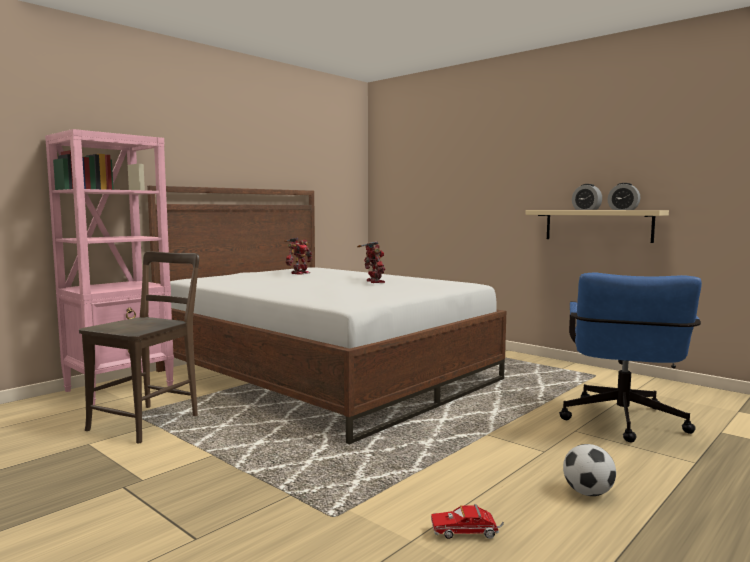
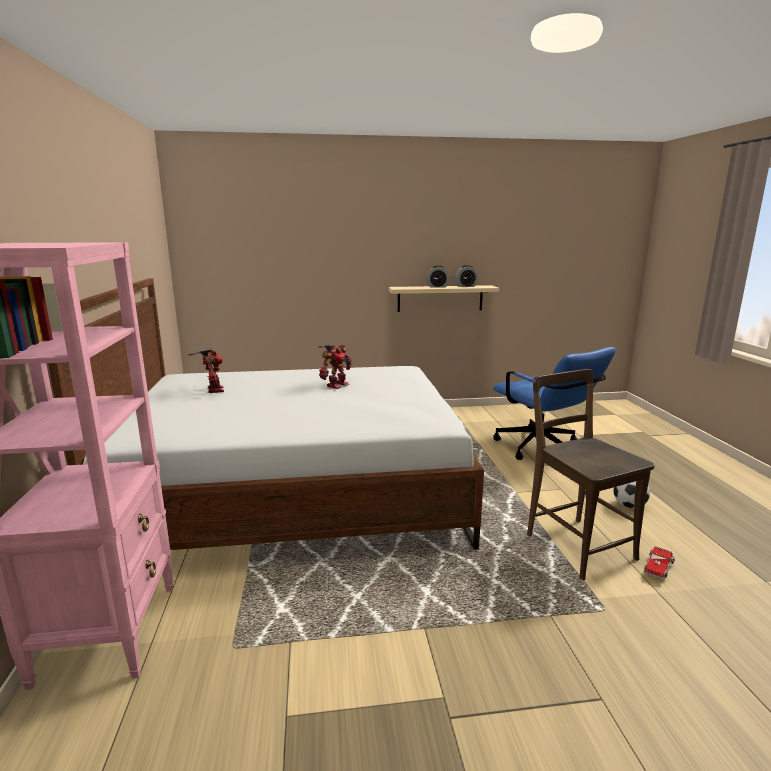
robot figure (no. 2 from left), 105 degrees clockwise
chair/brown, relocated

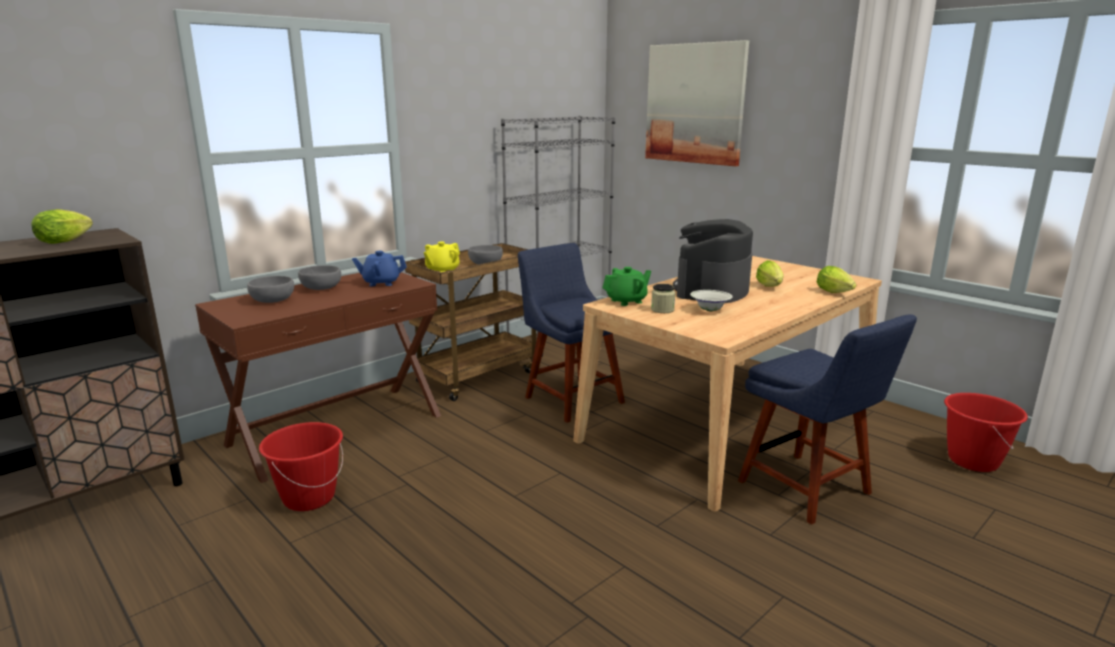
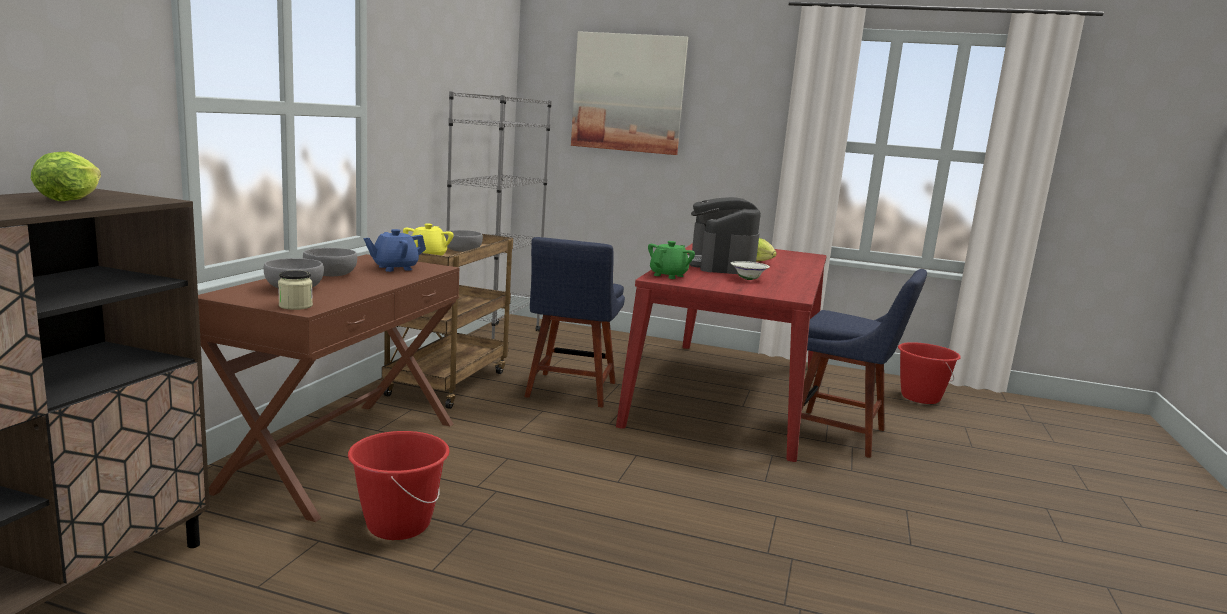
chair/blue-coloured (no. 1 from left), 105 degrees counterclockwise
dinner table/sand-coloured -> dinner table/red-coloured
head of lettuce (no. 3 from left) -> none
preserve jar, relocated

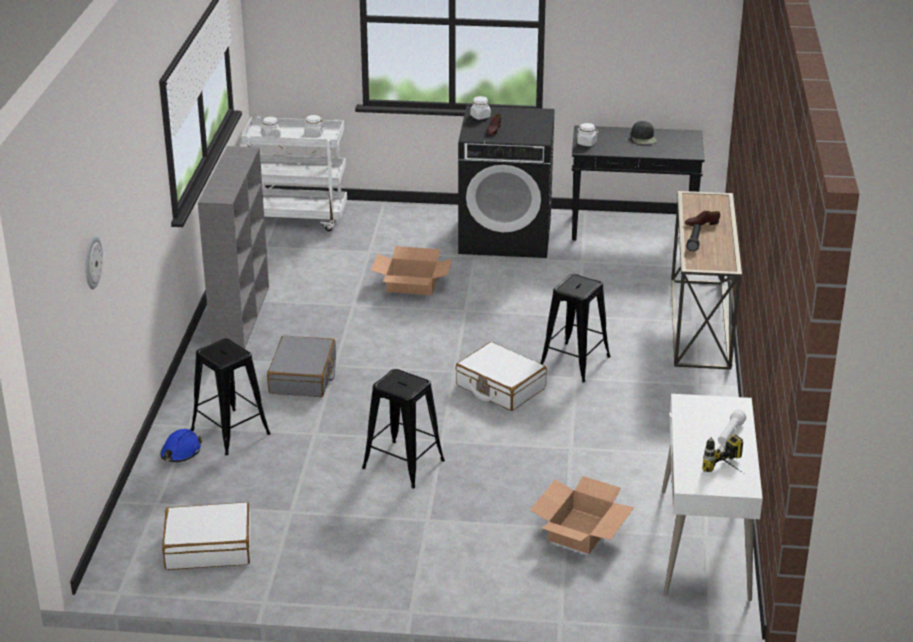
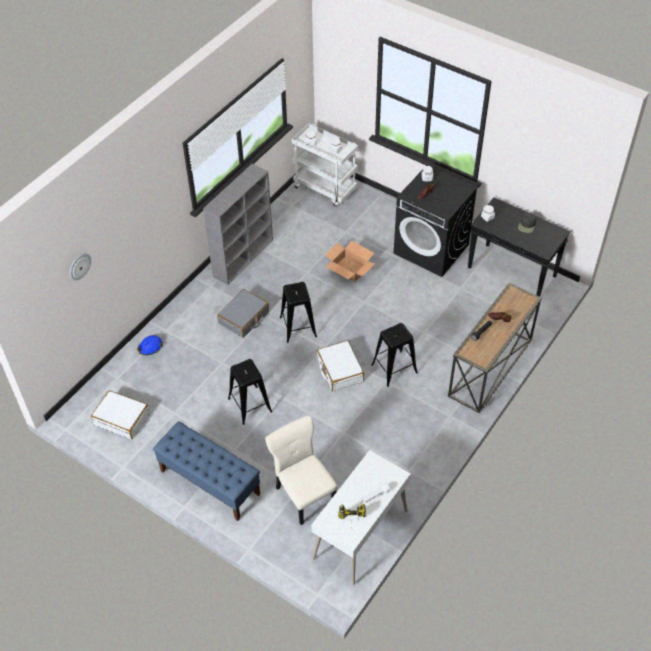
stool seat/black (no. 1 from left in the first image) -> stool seat/black (no. 2 from left), relocated
cardboard box (no. 2 from left) -> chair/sand-coloured
none -> bench/blue-coloured

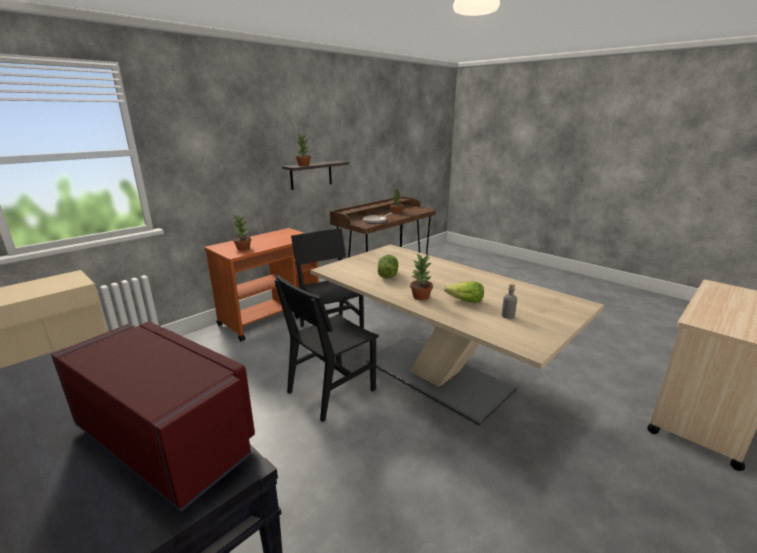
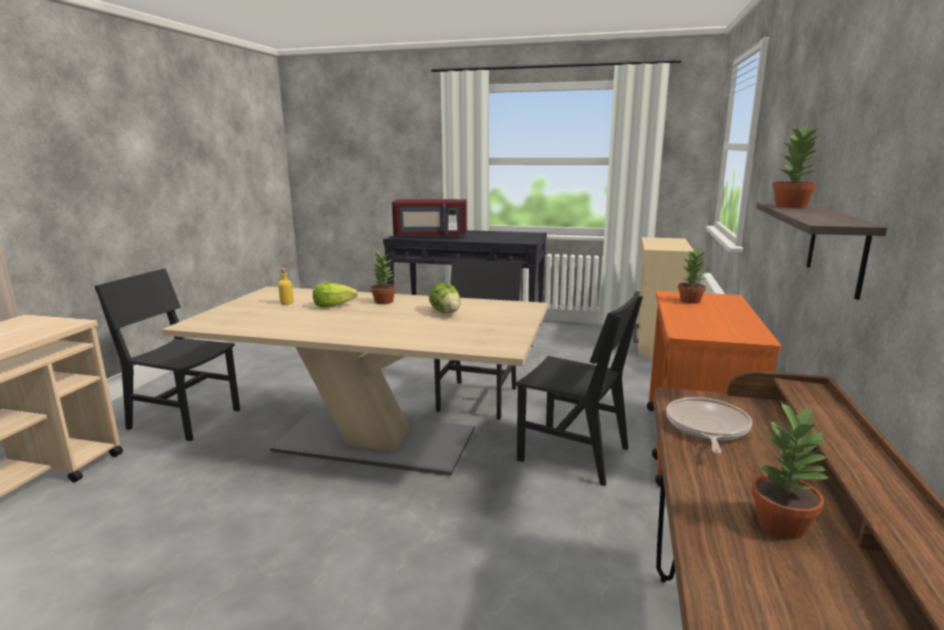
beverage bottle/grey -> beverage bottle/yellow-coloured
none -> chair/black (no. 1 from left)

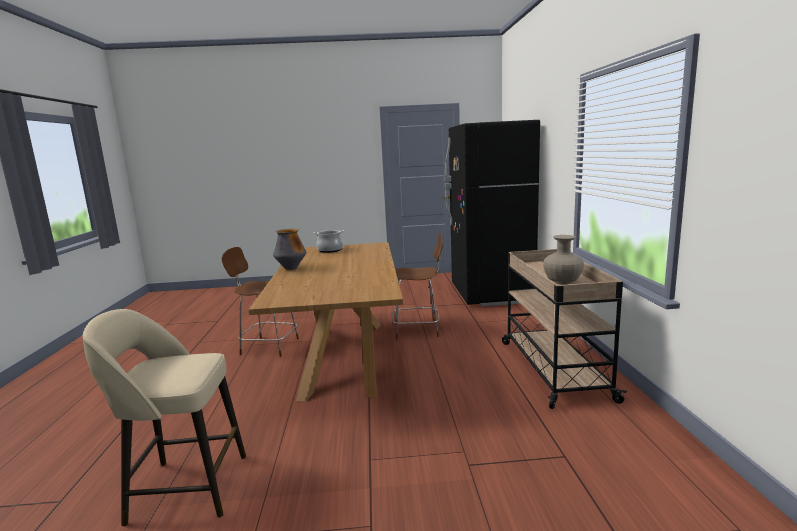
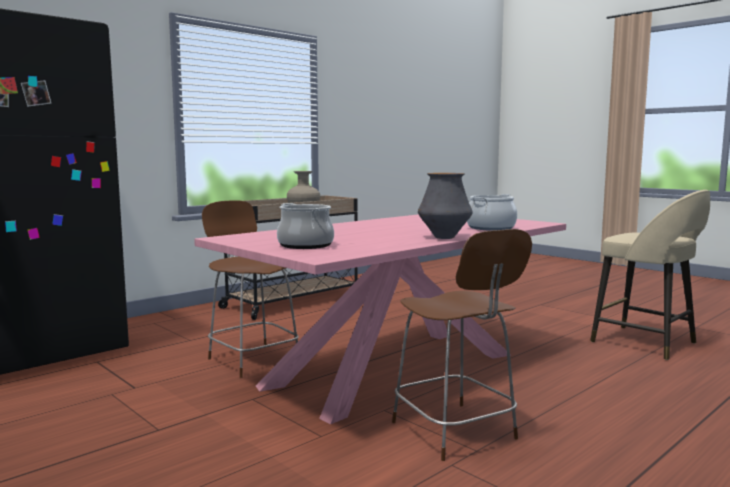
dinner table/brown -> dinner table/pink-coloured
none -> saucepot (no. 2 from left)

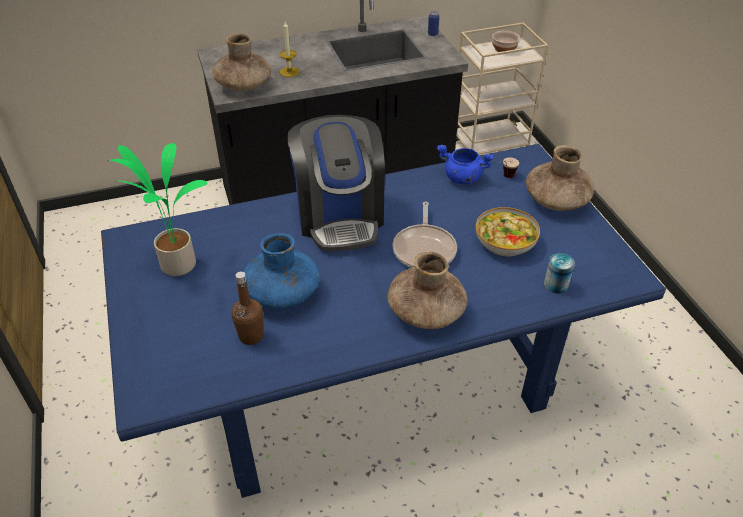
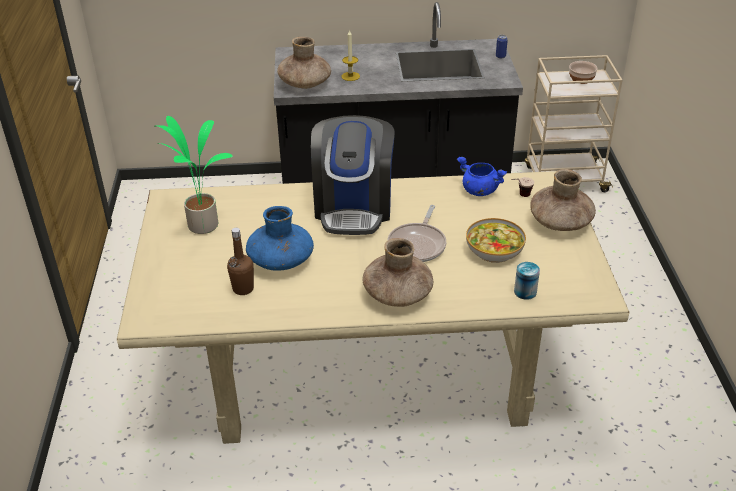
dinner table/blue-coloured -> dinner table/sand-coloured

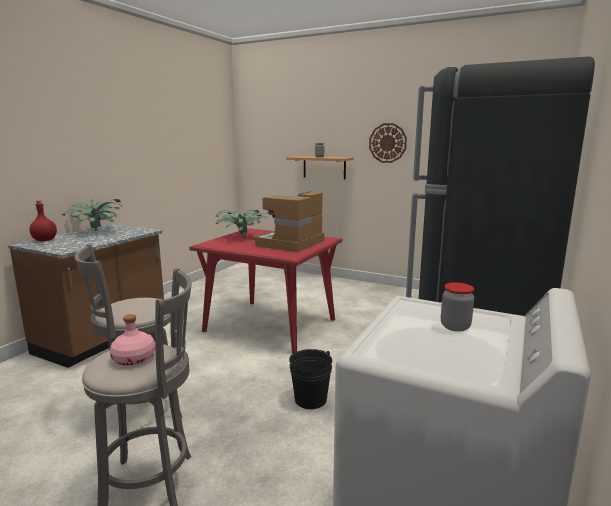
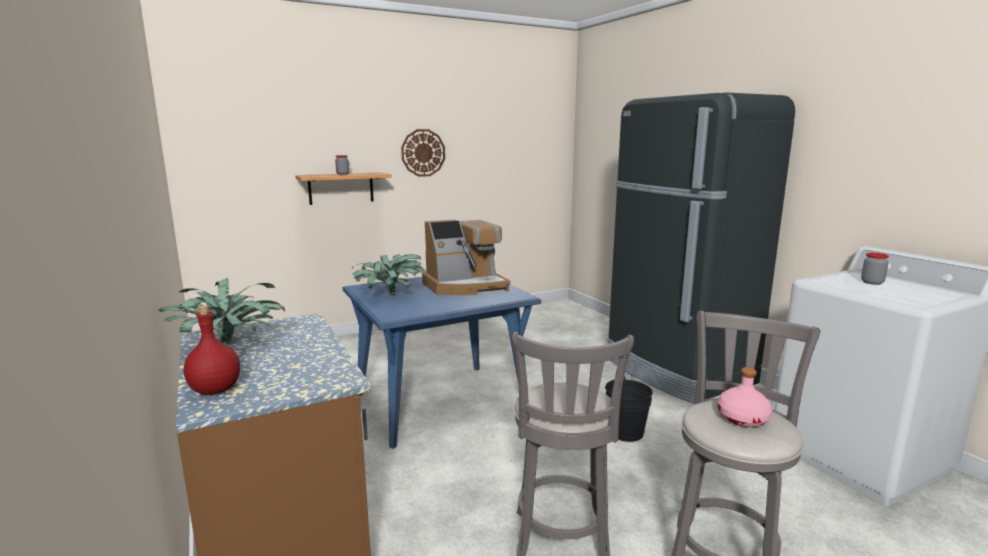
coffee maker, 90 degrees counterclockwise
dinner table/red-coloured -> dinner table/blue-coloured

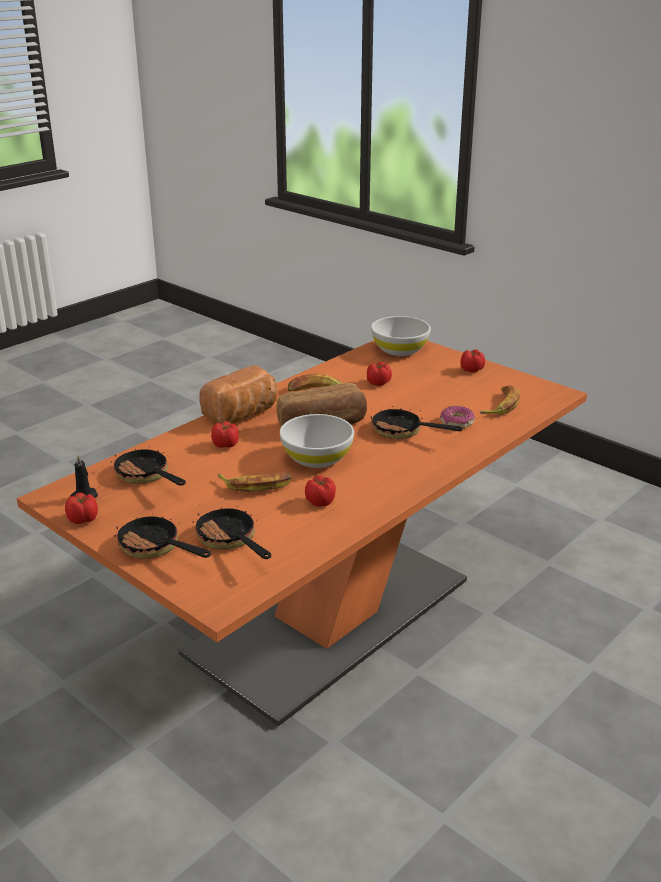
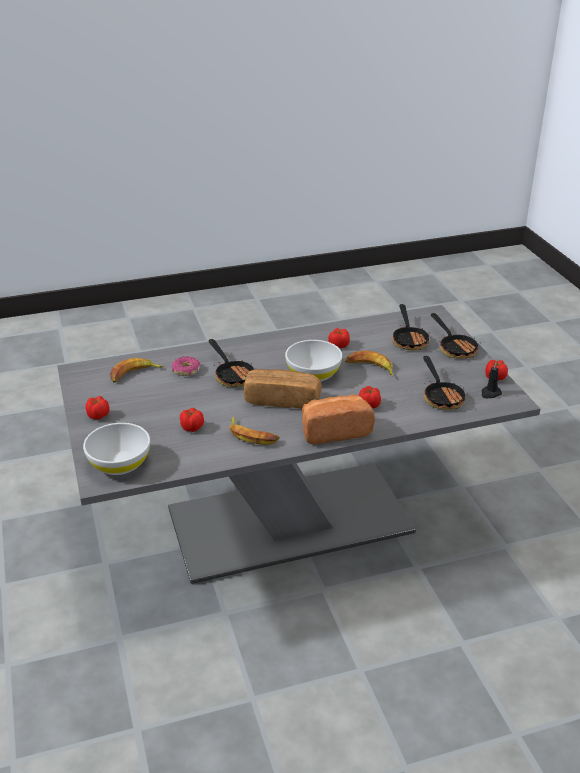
dinner table/orange-coloured -> dinner table/grey

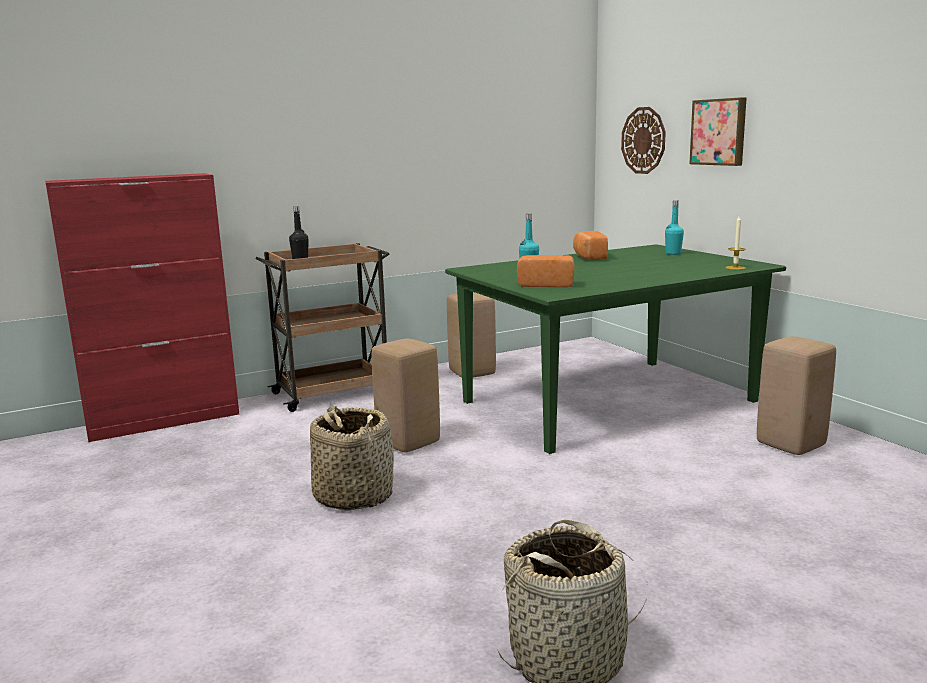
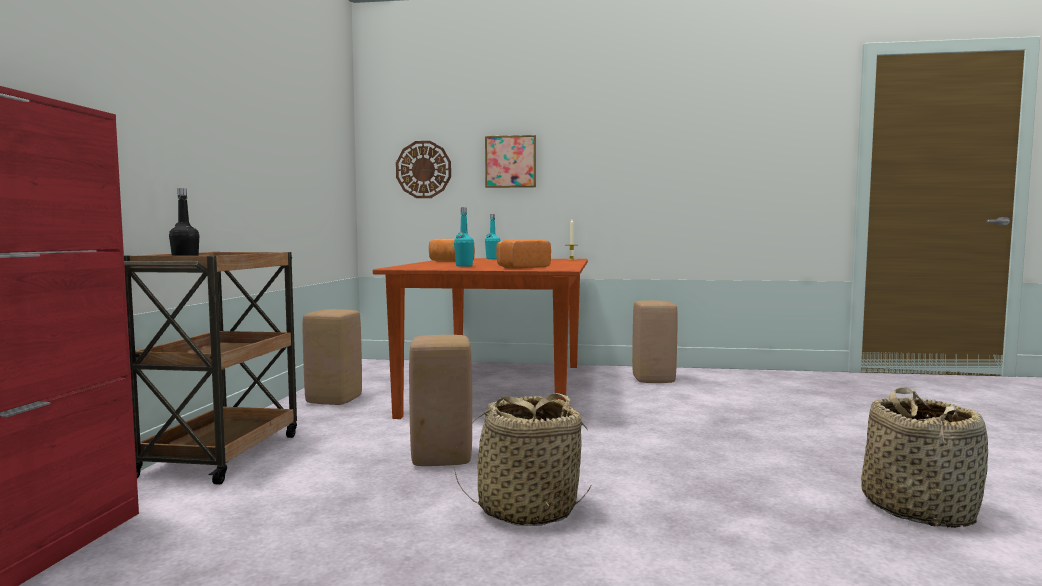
dinner table/greenish -> dinner table/brown

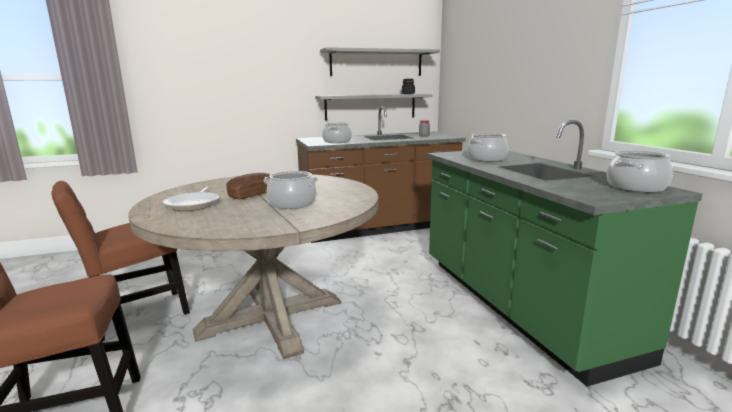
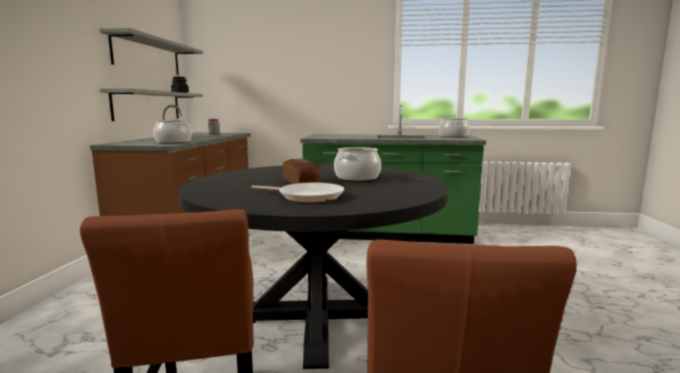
saucepot (no. 3 from left) -> none
dinner table/sand-coloured -> dinner table/black

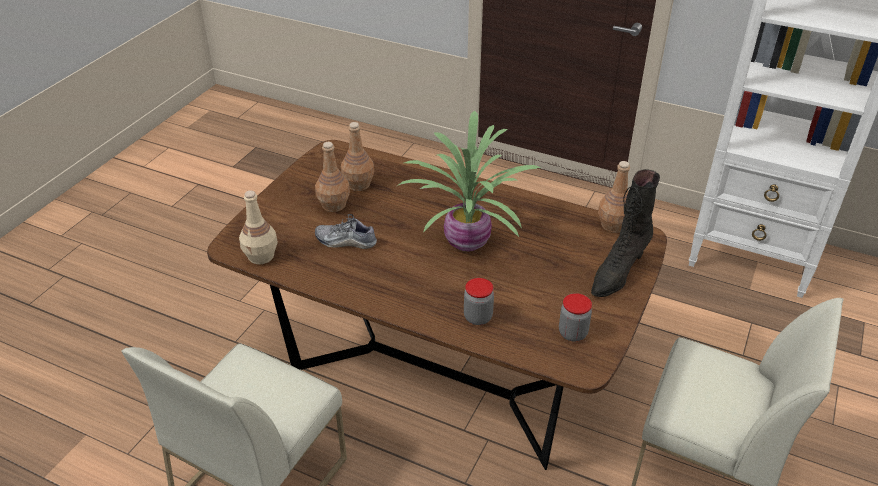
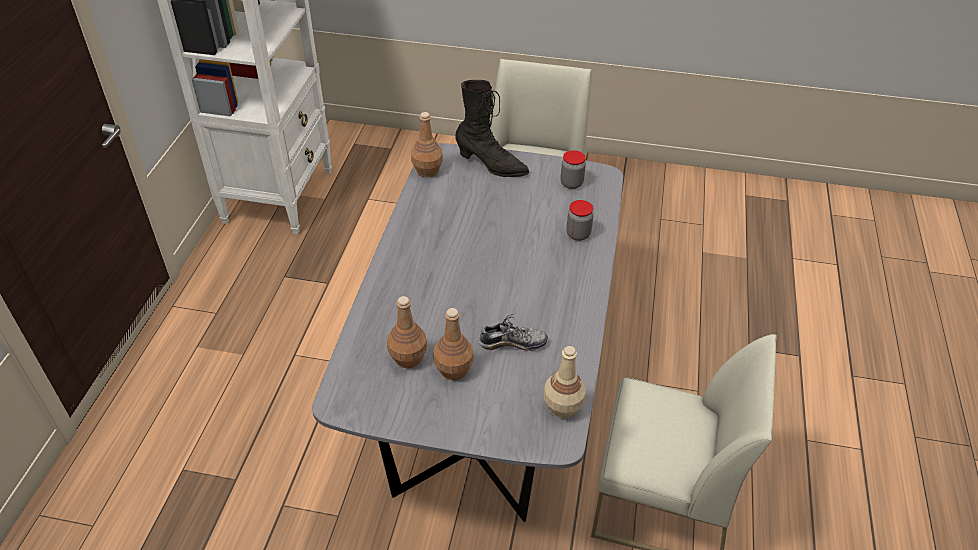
houseplant -> none
dinner table/brown -> dinner table/grey
item of footwear, 90 degrees counterclockwise

